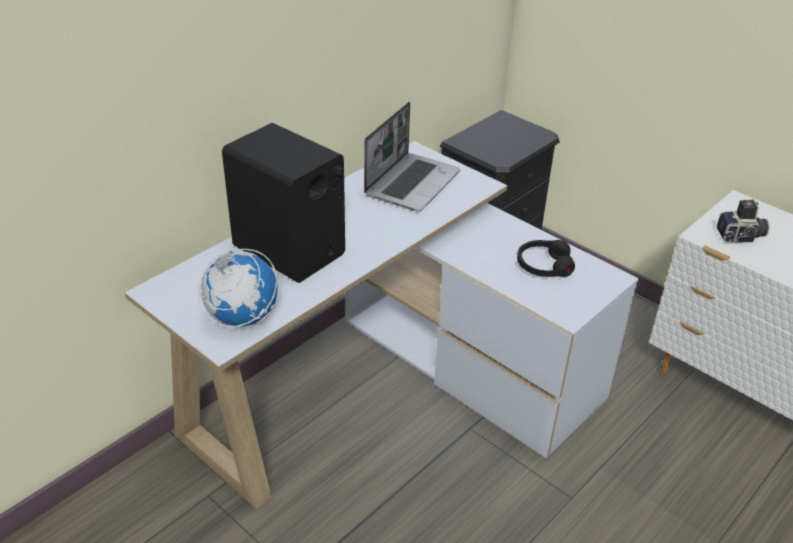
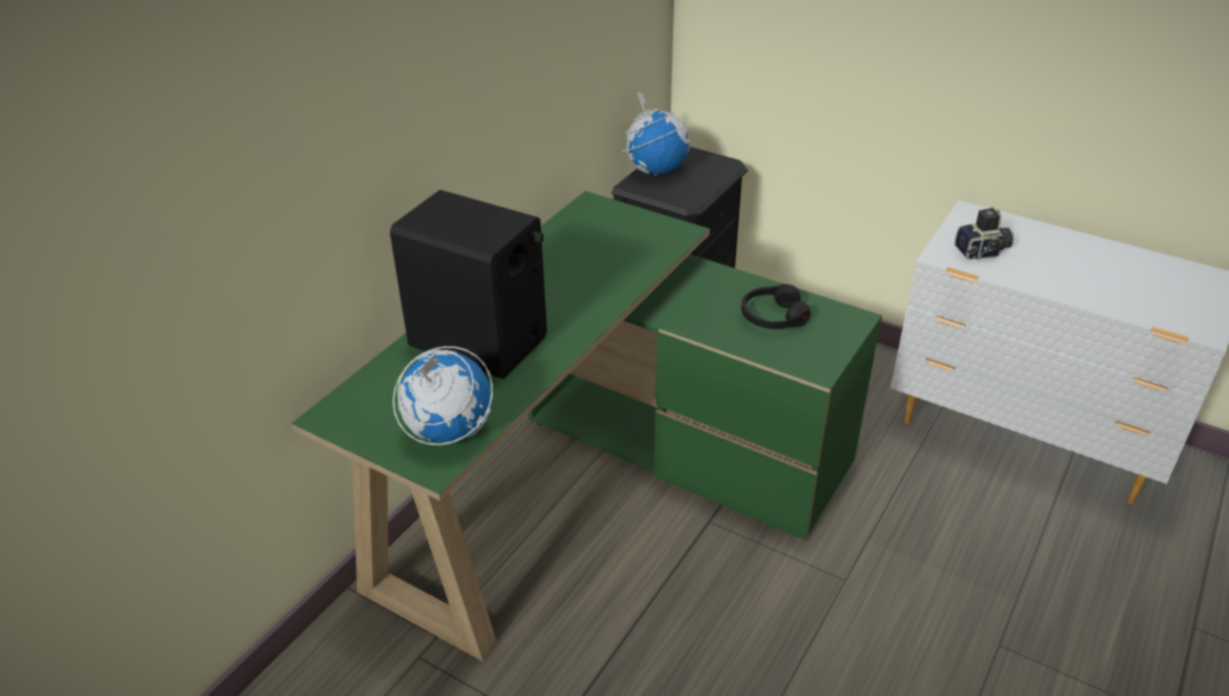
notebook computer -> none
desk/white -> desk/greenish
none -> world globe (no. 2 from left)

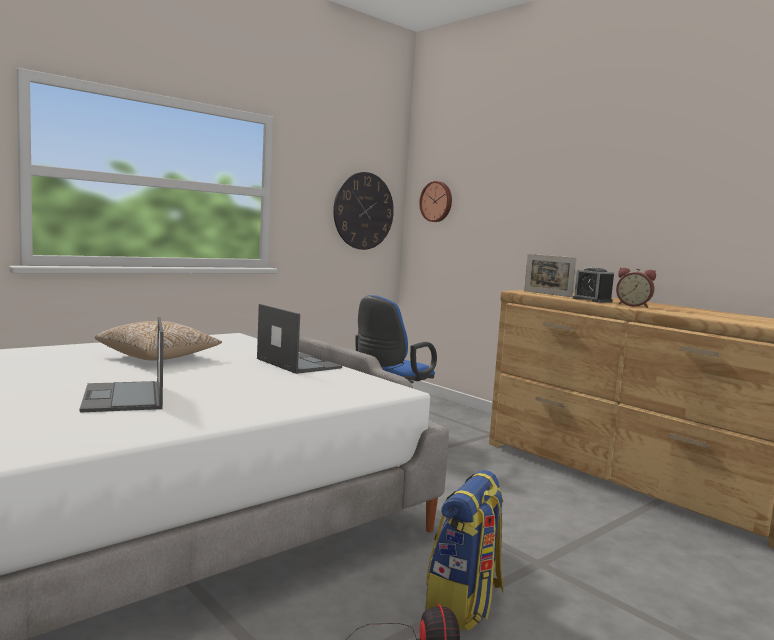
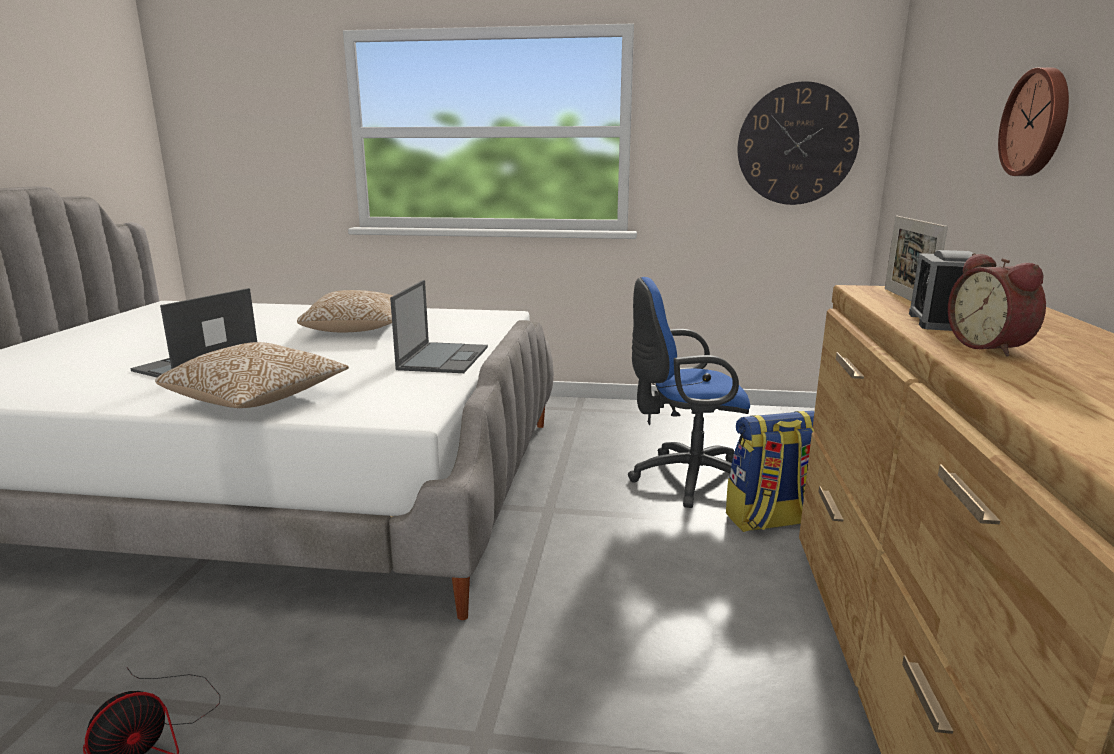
wall clock (no. 2 from left), relocated
knapsack, relocated
none -> throw pillow (no. 1 from left)

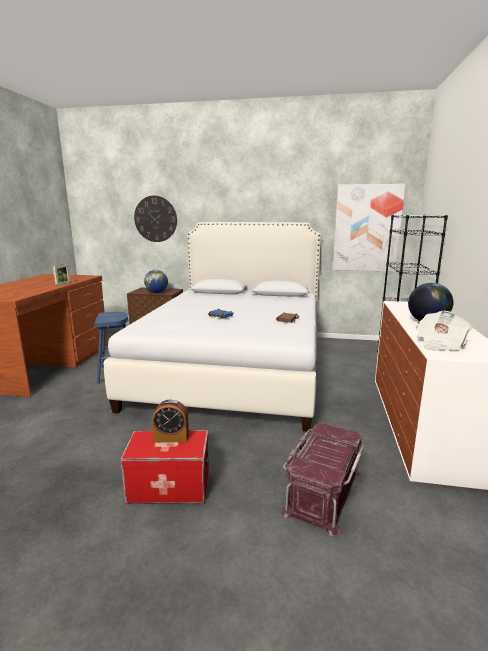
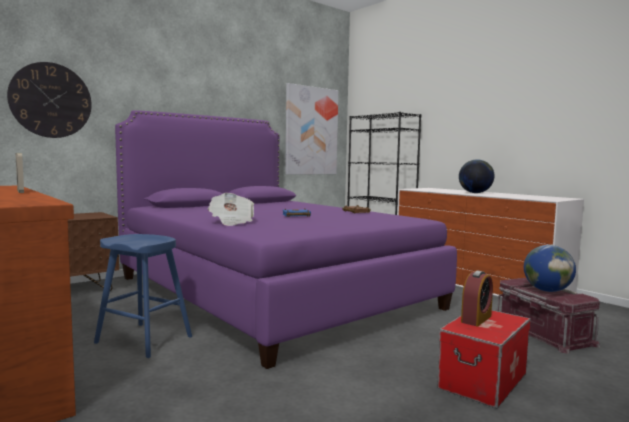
bedroom bed/white -> bedroom bed/purple-coloured
world globe (no. 1 from left in the first image) -> world globe (no. 2 from left), relocated
printed paper, relocated

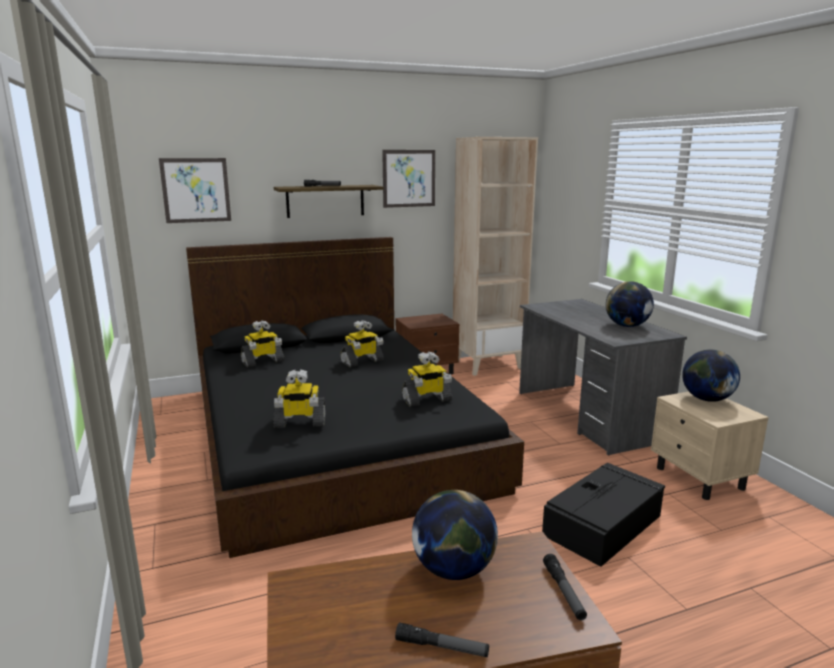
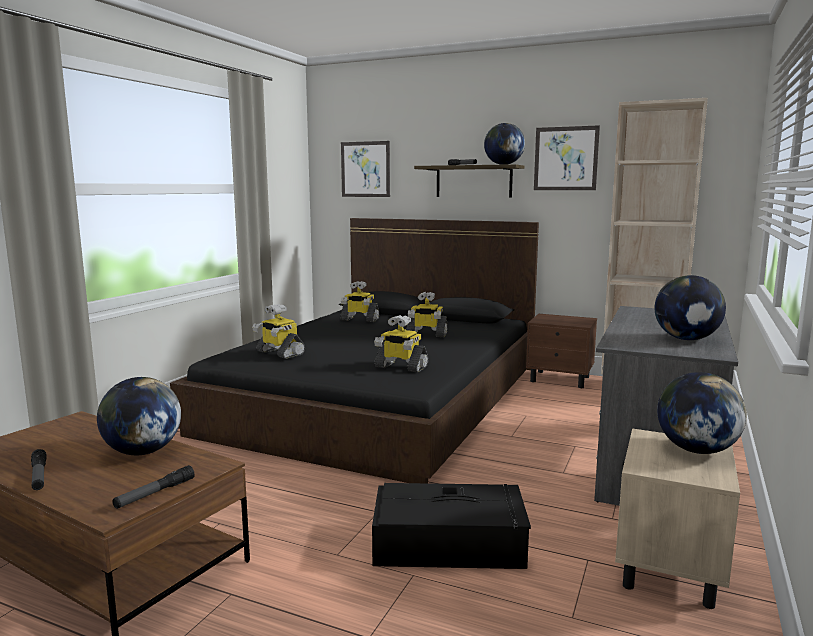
none -> world globe (no. 2 from left)

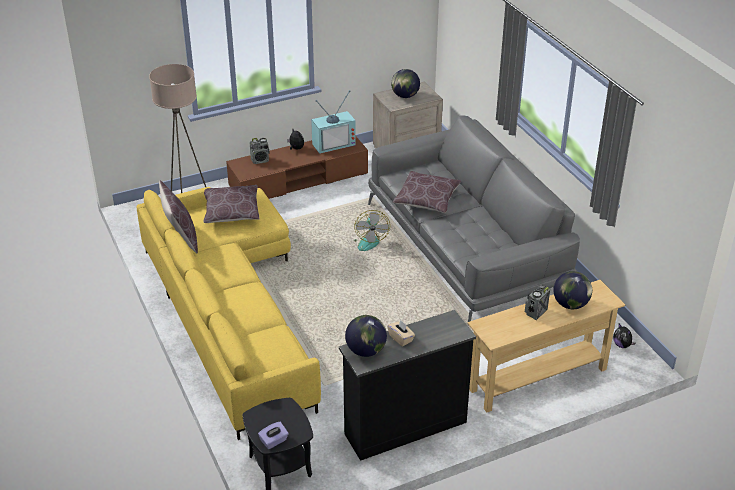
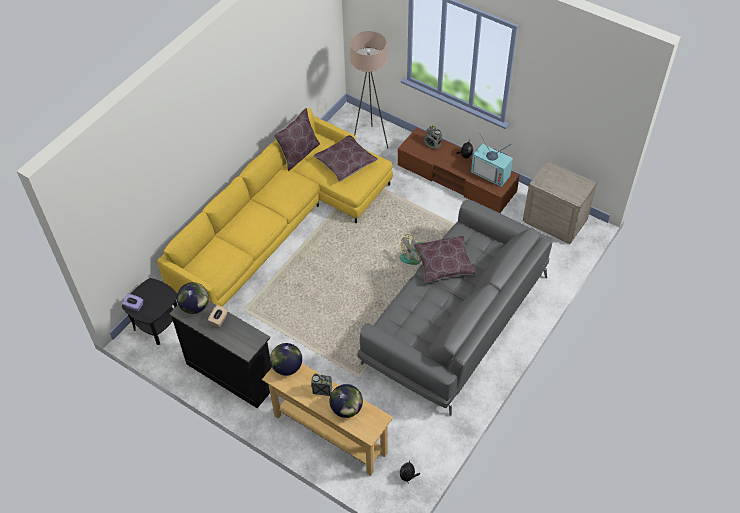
world globe (no. 2 from left), relocated

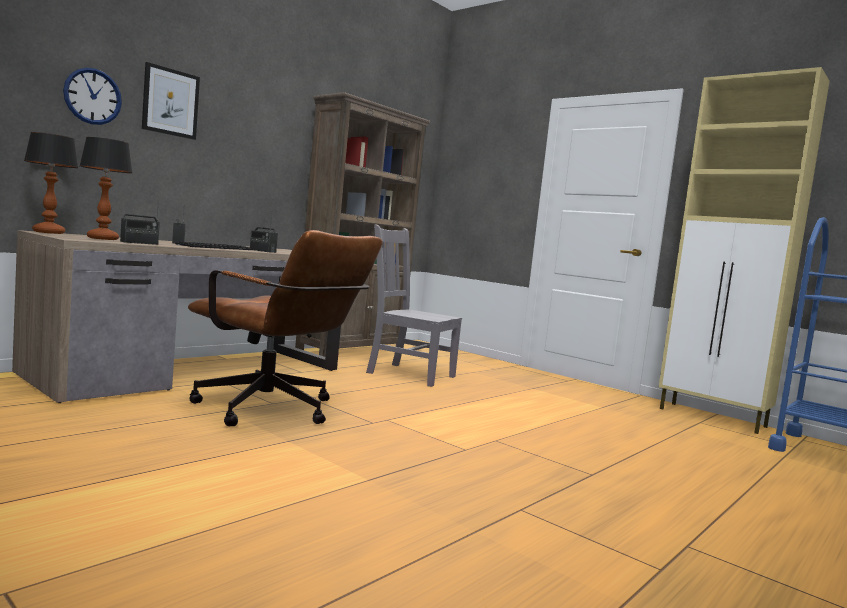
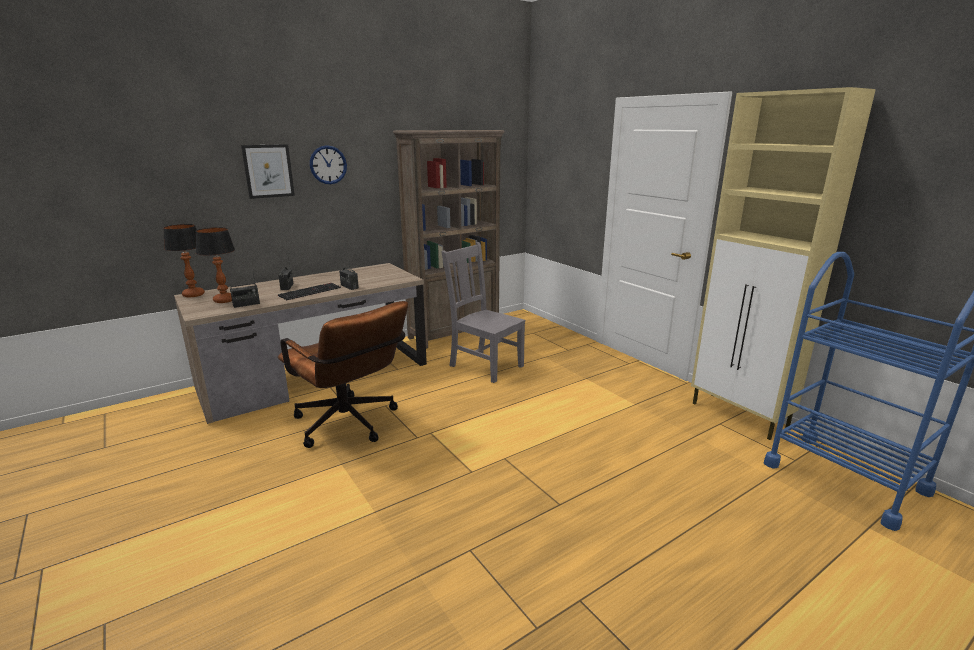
wall clock, relocated

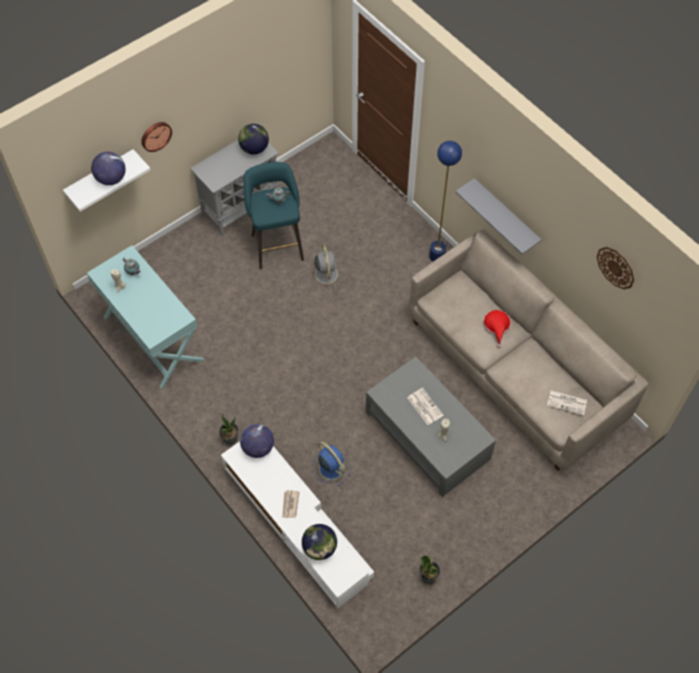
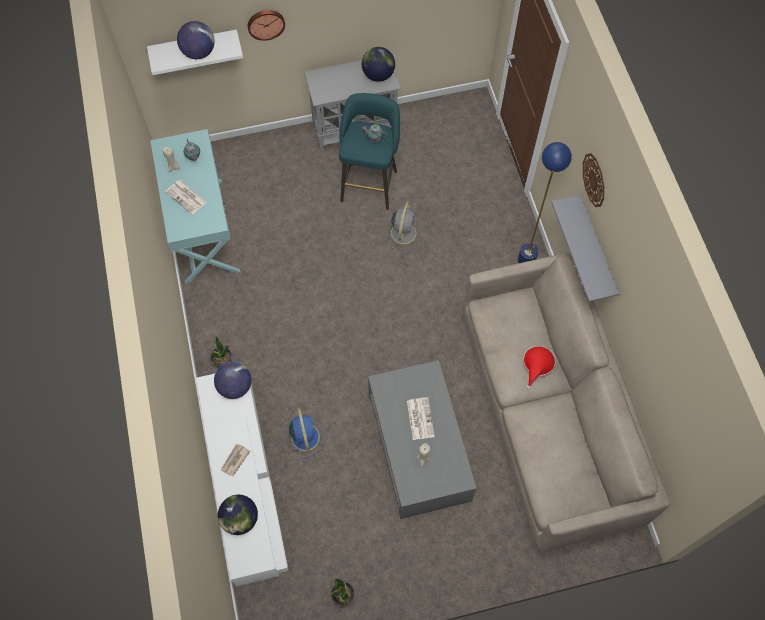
wall clock (no. 2 from left), relocated
printed paper (no. 3 from left in the first image) -> printed paper (no. 1 from left), relocated

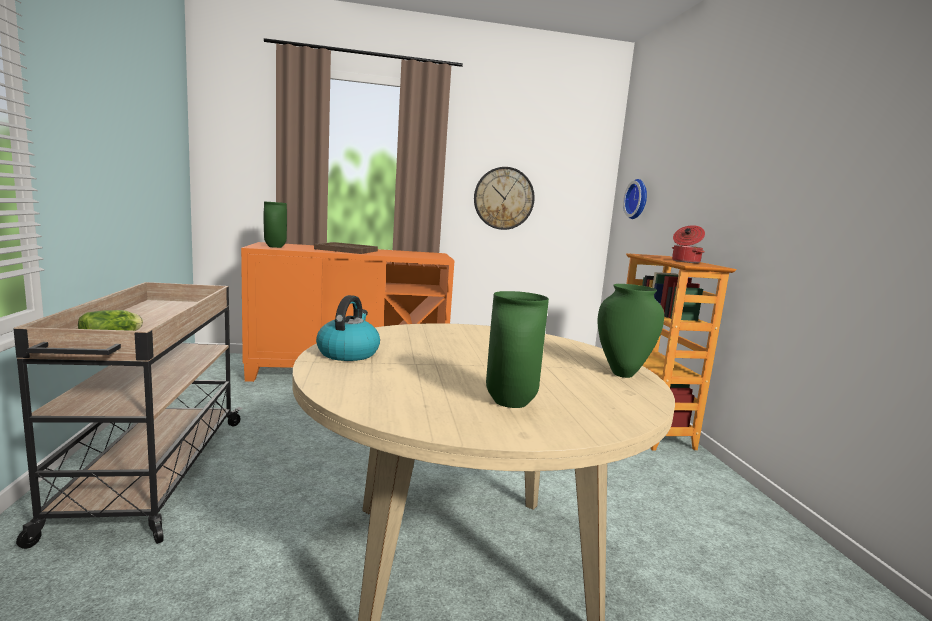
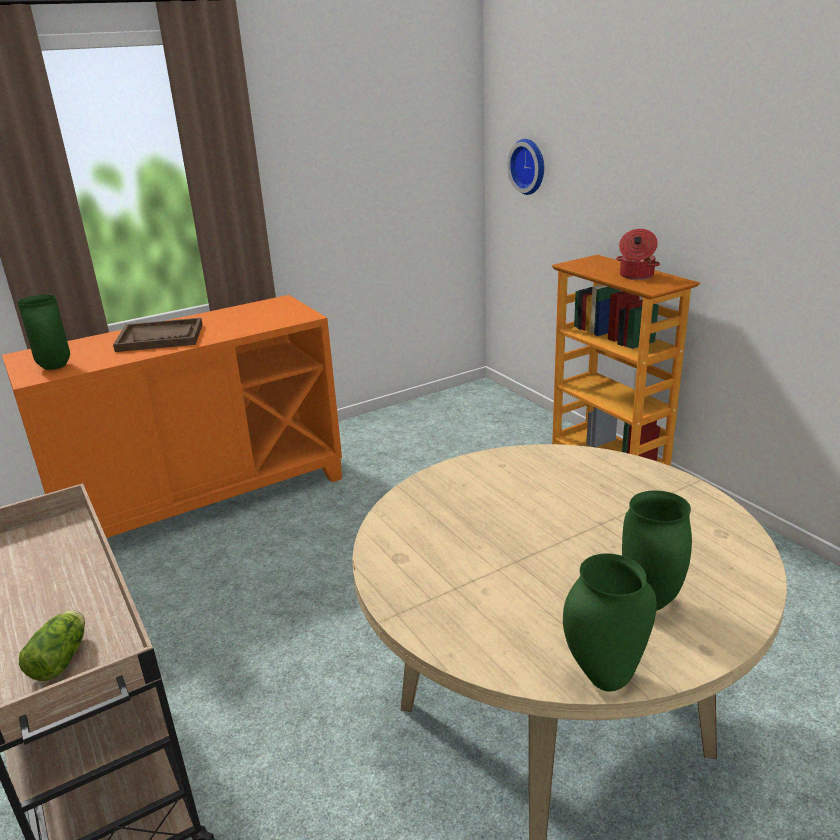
wall clock (no. 1 from left) -> none
flower vase/greenish (no. 3 from left in the first image) -> flower vase/greenish (no. 2 from left), relocated
kettle -> none

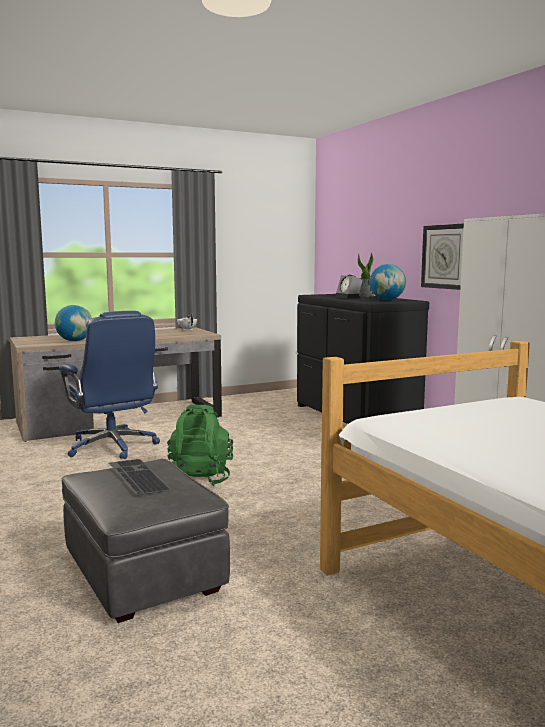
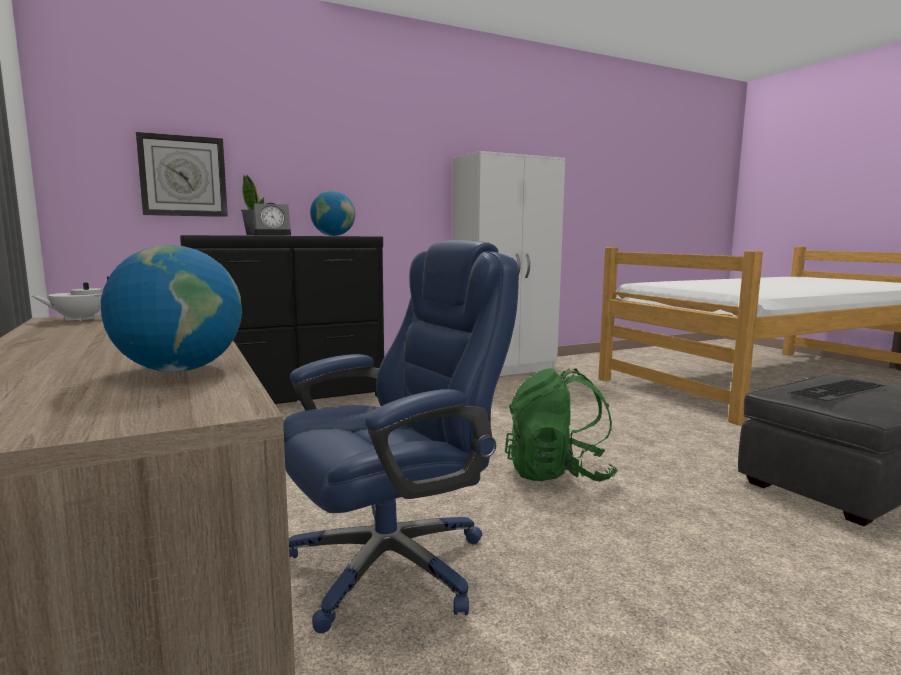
wall clock, relocated

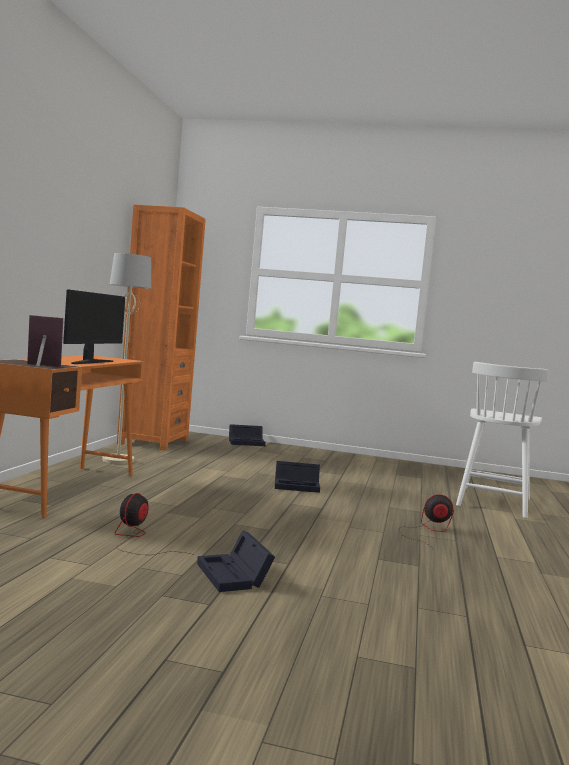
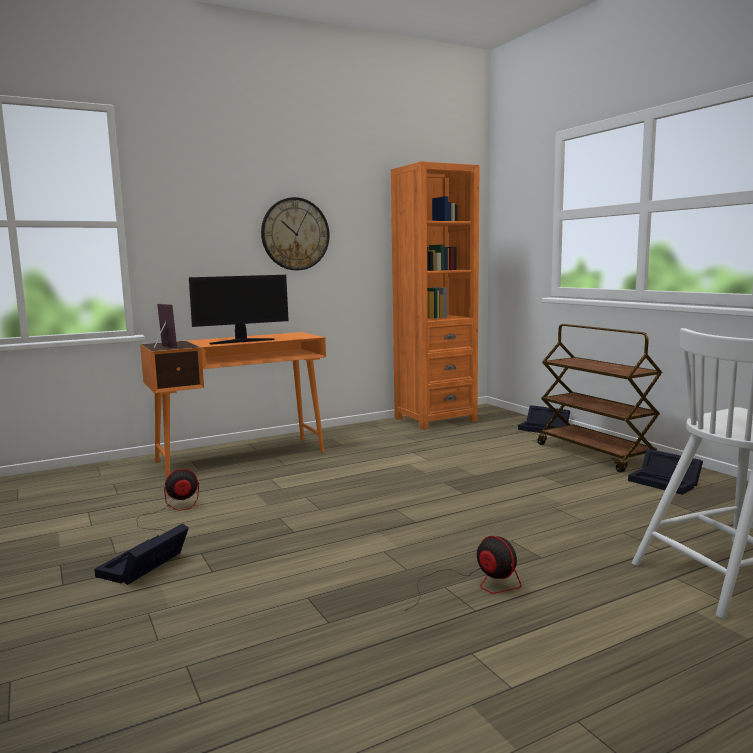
floor lamp/sand-coloured -> none
storage bin/black (no. 3 from left), relocated
none -> wall clock
none -> wheeled cart/brown

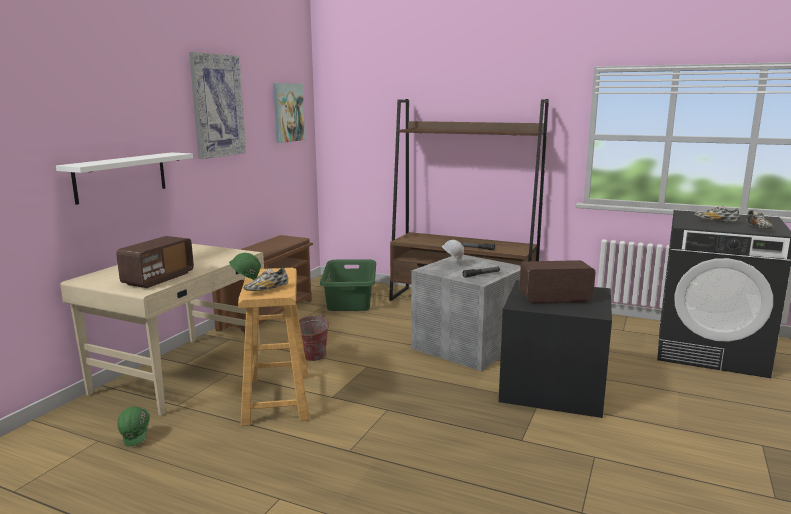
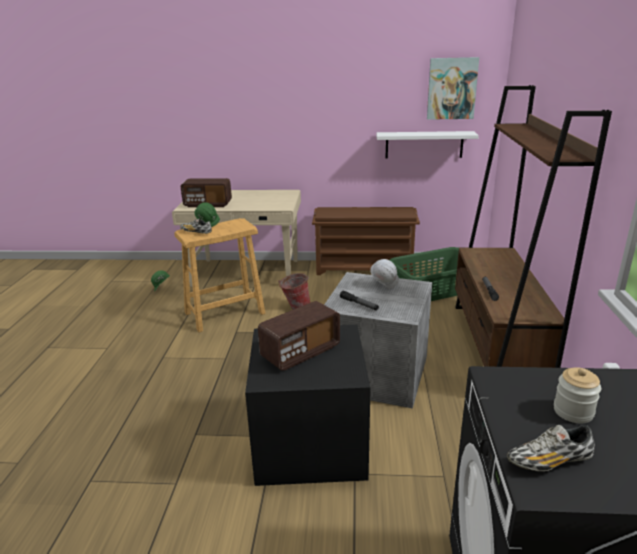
picture (no. 1 from left) -> none
wall shelf/white, relocated
item of footwear (no. 2 from left) -> preserve jar
radio (no. 2 from left), 75 degrees clockwise

